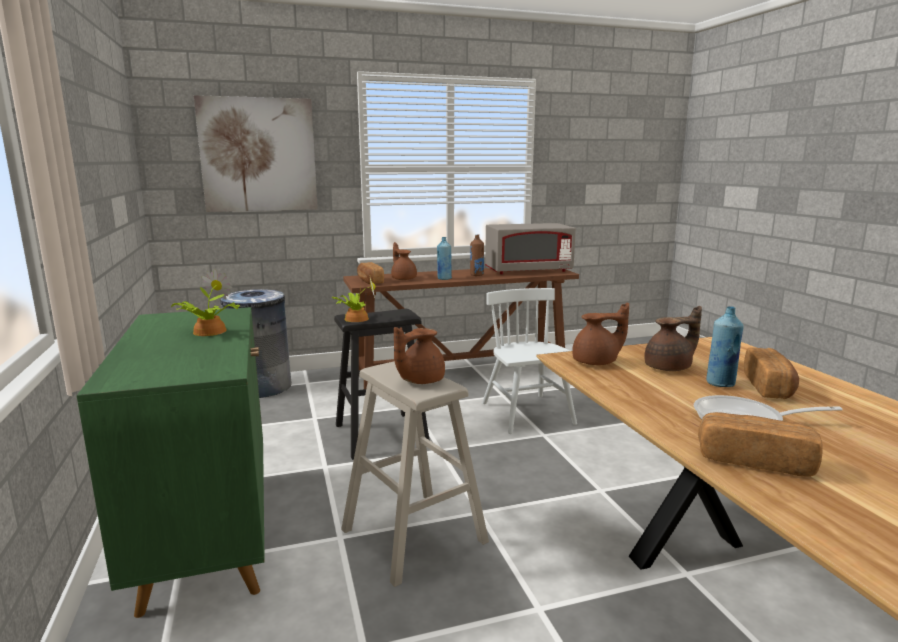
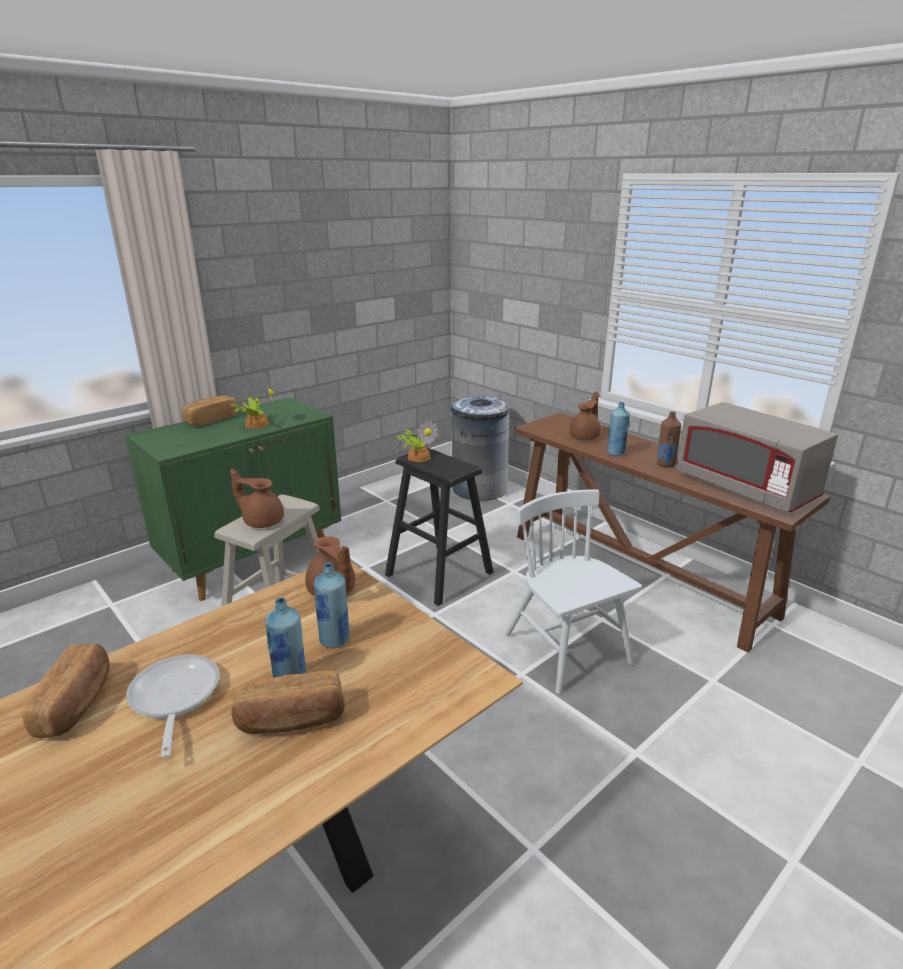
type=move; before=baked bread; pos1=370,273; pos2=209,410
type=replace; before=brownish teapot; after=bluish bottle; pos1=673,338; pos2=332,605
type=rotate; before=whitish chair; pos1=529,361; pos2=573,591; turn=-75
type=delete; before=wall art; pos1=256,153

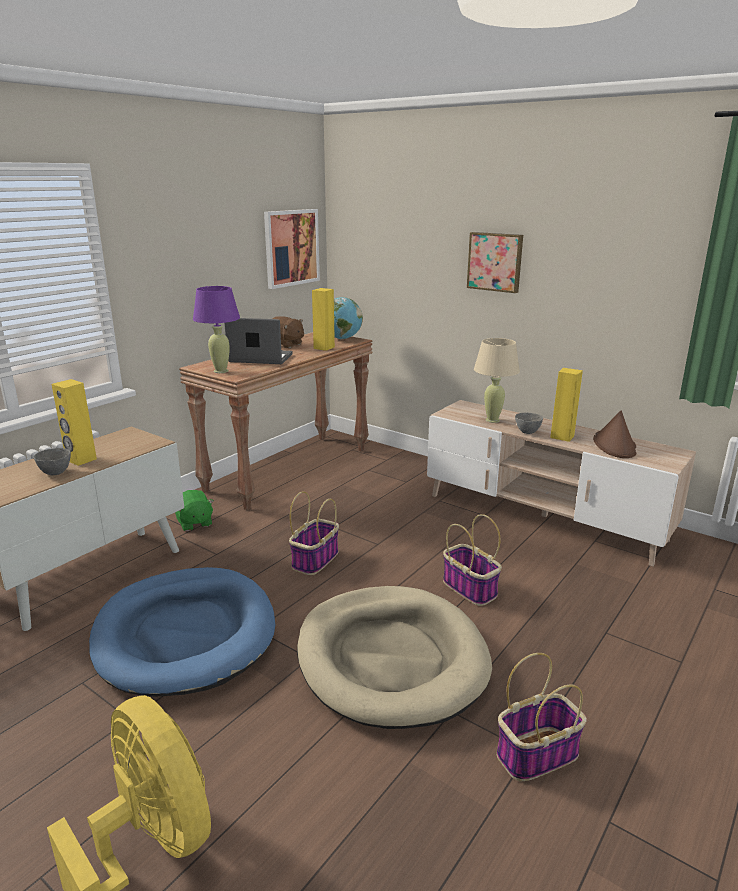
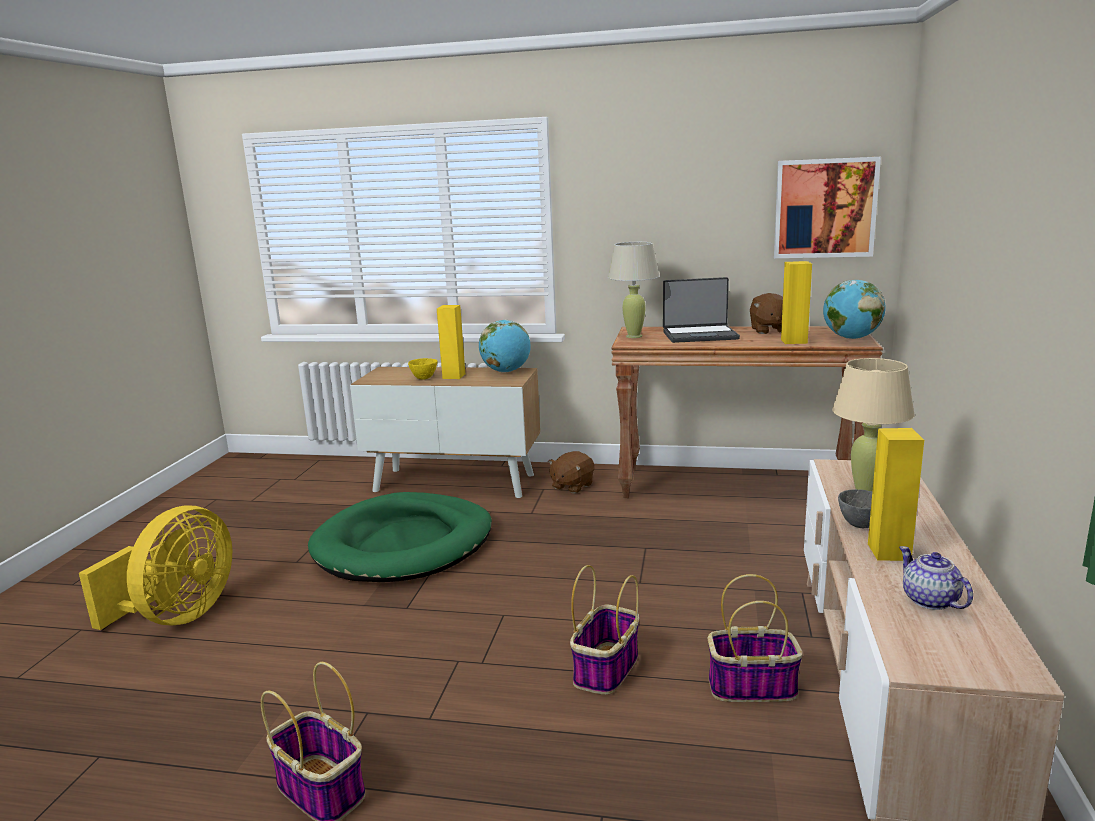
type=recolor; before=bluish dog cushion; after=green dog cushion; pos1=182,632; pos2=400,537
type=recolor; before=gray serving bowl; after=yellow serving bowl; pos1=52,461; pos2=422,369
type=insert; after=desk globe; pos2=505,346
type=recolor; before=green plush toy; after=brownish plush toy; pos1=194,510; pos2=571,472
type=recolor; before=purple lamp for a table; after=sand-coloured lamp for a table; pos1=216,329; pos2=633,290
type=rotate; before=notebook computer; pos1=258,341; pos2=701,310; turn=105
type=move; before=household basket; pos1=314,533; pos2=755,638
type=replace; before=brownish hat; after=teapot; pos1=615,434; pos2=936,578
type=delete; before=sand-coloured dog cushion; pos1=394,657
type=delete; before=wall art; pos1=495,262

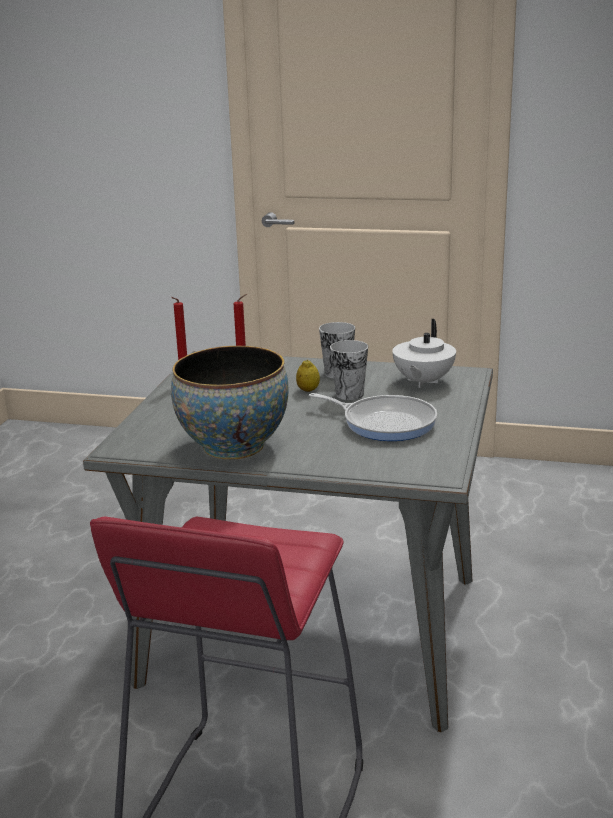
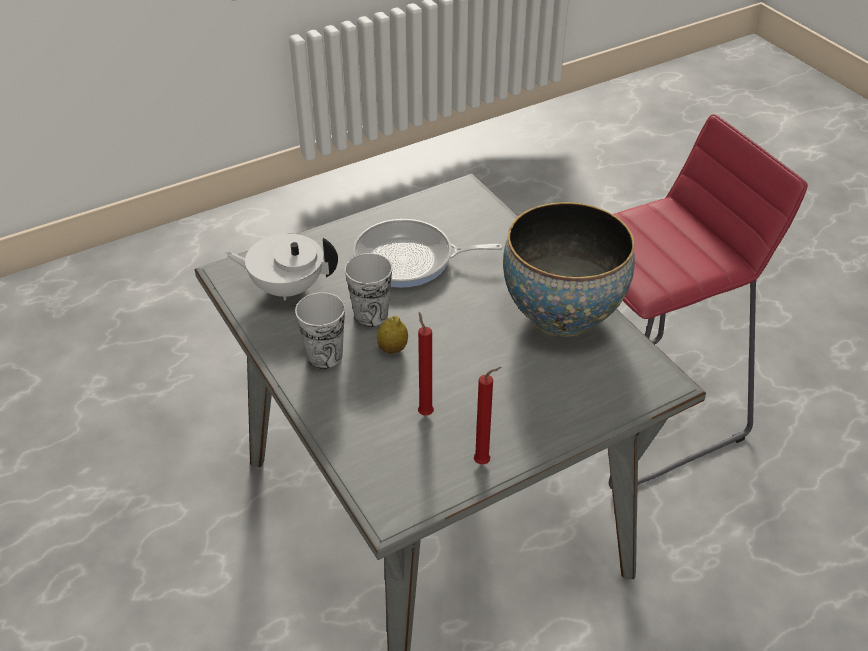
type=rotate; before=whitish teapot; pos1=424,353; pos2=281,267; turn=-150
type=rotate; before=pan; pos1=373,417; pos2=427,253; turn=-75

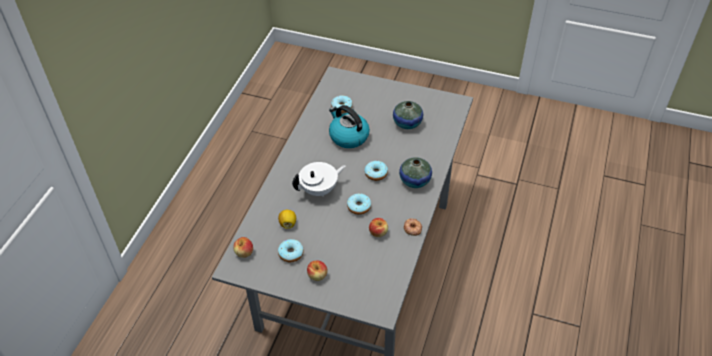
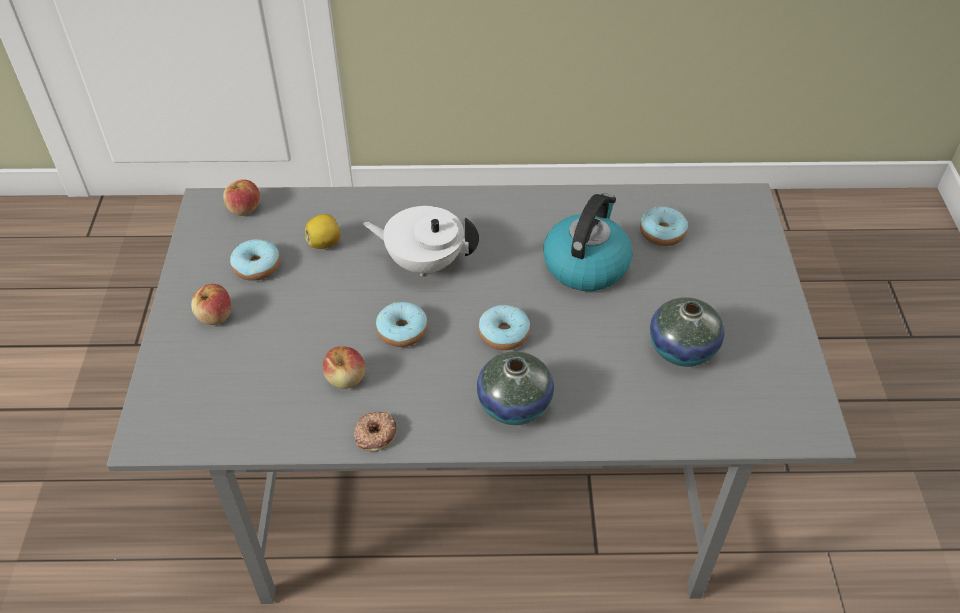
type=rotate; before=whitish teapot; pos1=319,179; pos2=421,241; turn=150

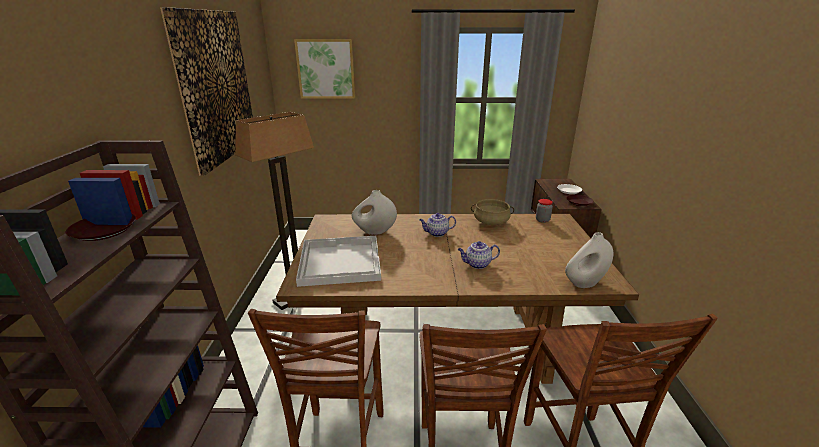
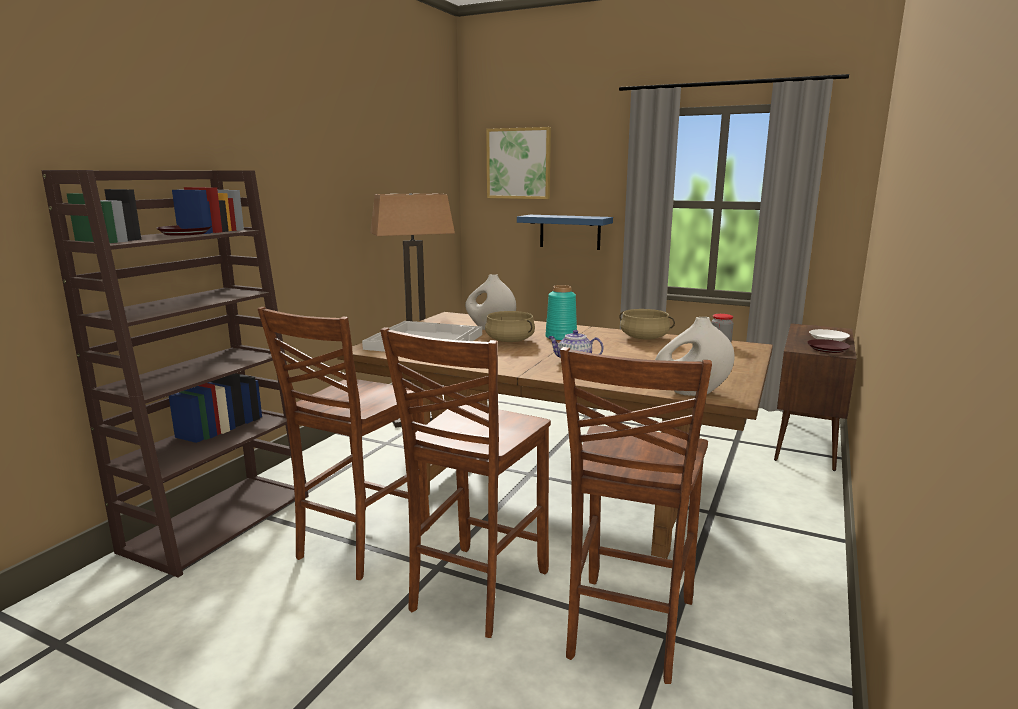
type=insert; after=sand-coloured stockpot; pos2=510,326
type=insert; after=bluish wall shelf; pos2=565,232
type=replace; before=teapot; after=turquoise decorative vase; pos1=437,225; pos2=561,313
type=delete; before=wall art; pos1=206,91

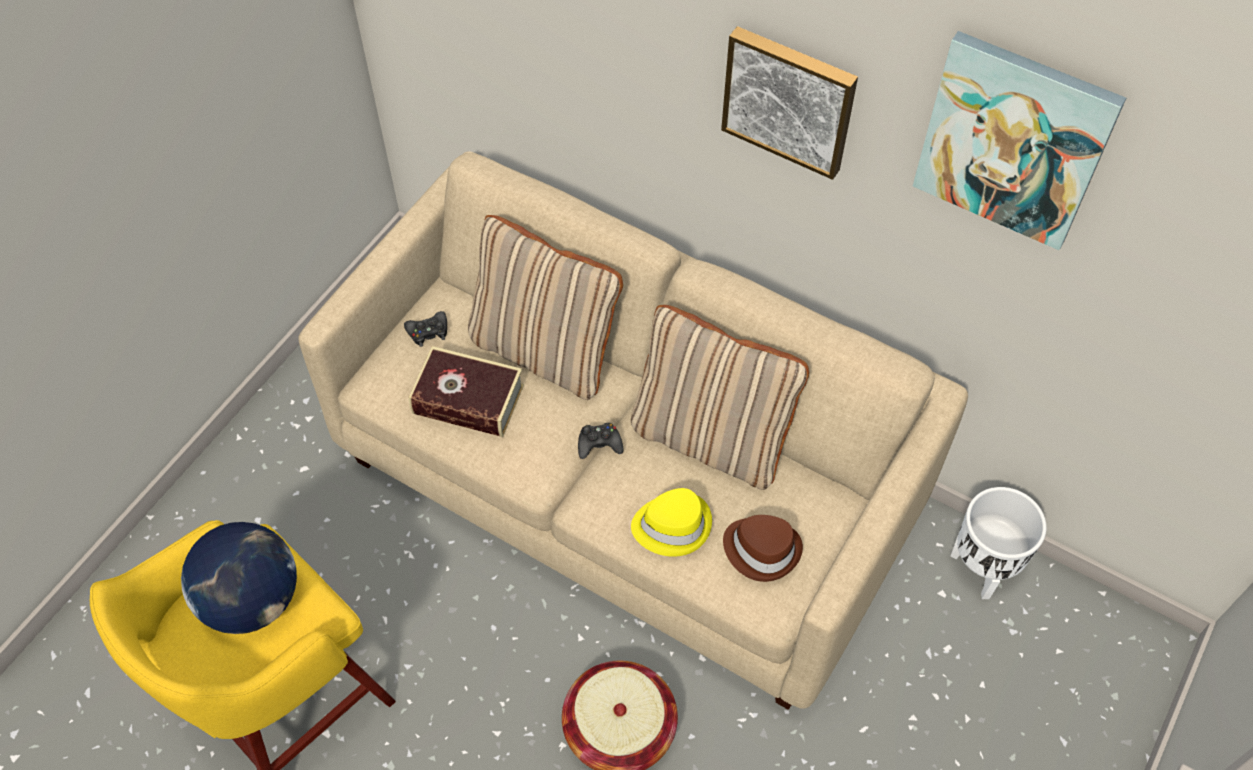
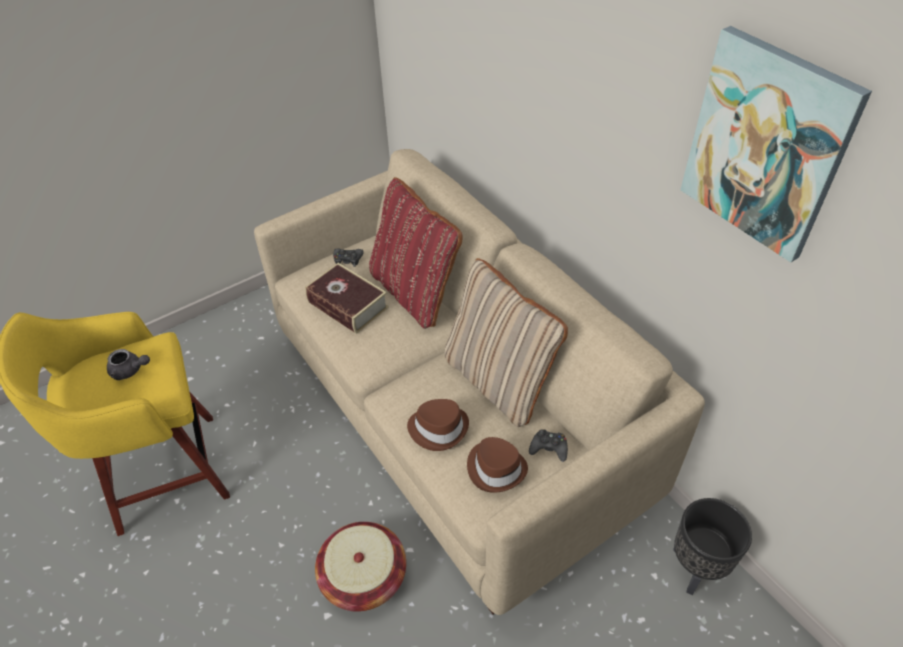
type=replace; before=desk globe; after=gray teapot; pos1=239,578; pos2=128,364
type=recolor; before=sand-coloured cushion; after=red cushion; pos1=545,307; pos2=415,253
type=recolor; before=yellow hat; after=brownish hat; pos1=671,522; pos2=438,425
type=move; before=black gamepad; pos1=601,441; pos2=548,445
type=recolor; before=whitish planter; after=black planter; pos1=998,543; pos2=712,546
type=delete; before=wall art; pos1=789,103

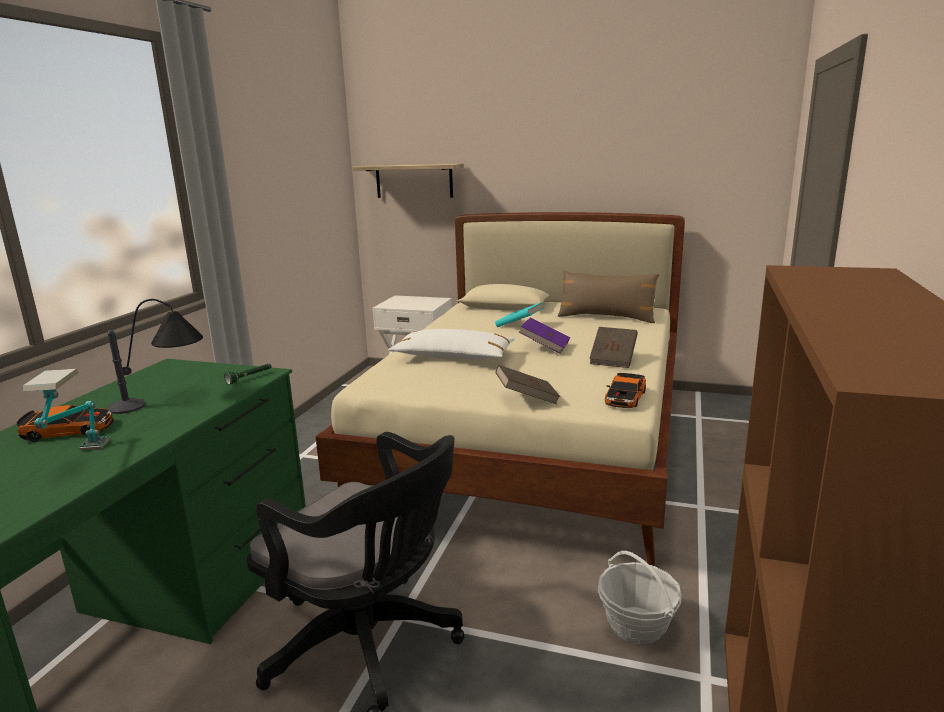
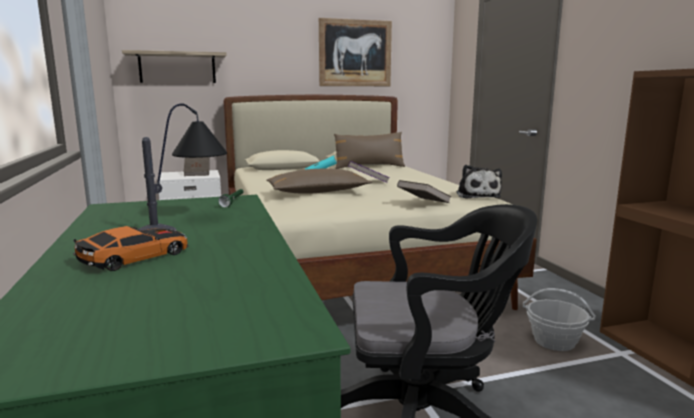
type=move; before=brownish volume; pos1=613,347; pos2=196,166
type=recolor; before=whitish cushion; after=brownish cushion; pos1=451,344; pos2=319,181
type=insert; after=wall art; pos2=355,52
type=replace; before=toy car; after=plush toy; pos1=625,390; pos2=479,182
type=delete; before=lamp for a table; pos1=66,409

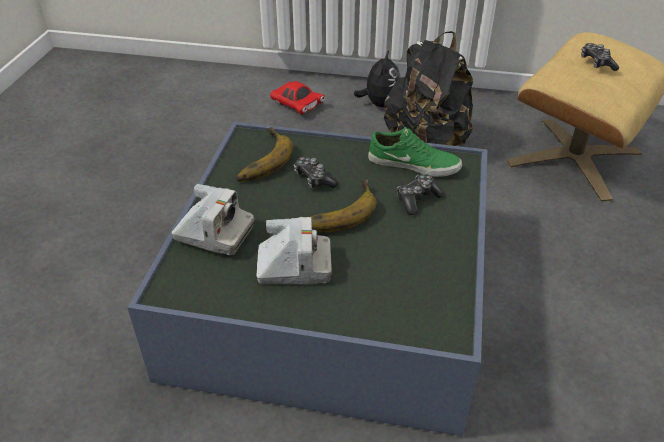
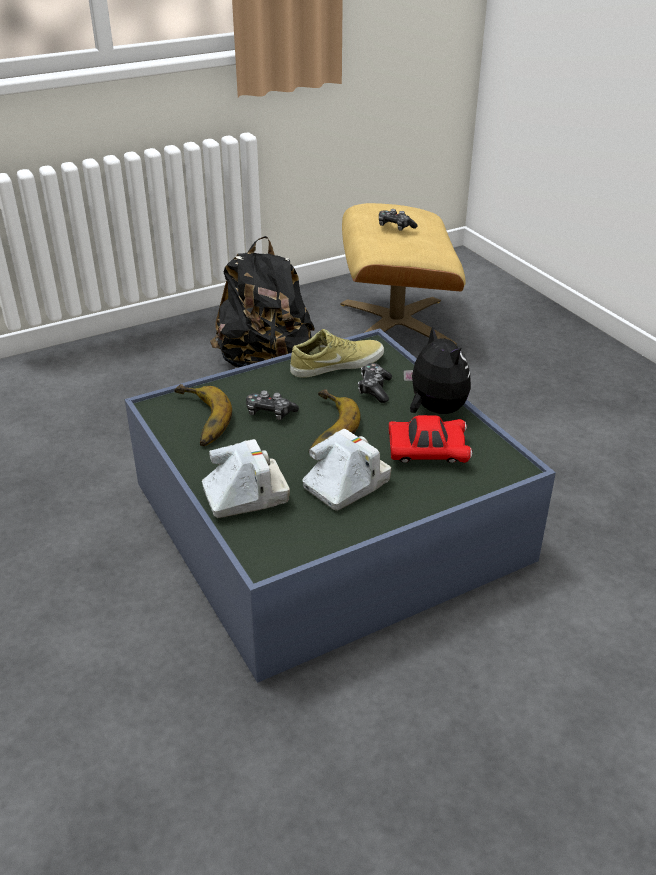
type=recolor; before=green shoe; after=sand-coloured shoe; pos1=415,152; pos2=337,353
type=move; before=red toy car; pos1=297,98; pos2=431,439
type=move; before=plush toy; pos1=377,78; pos2=437,370

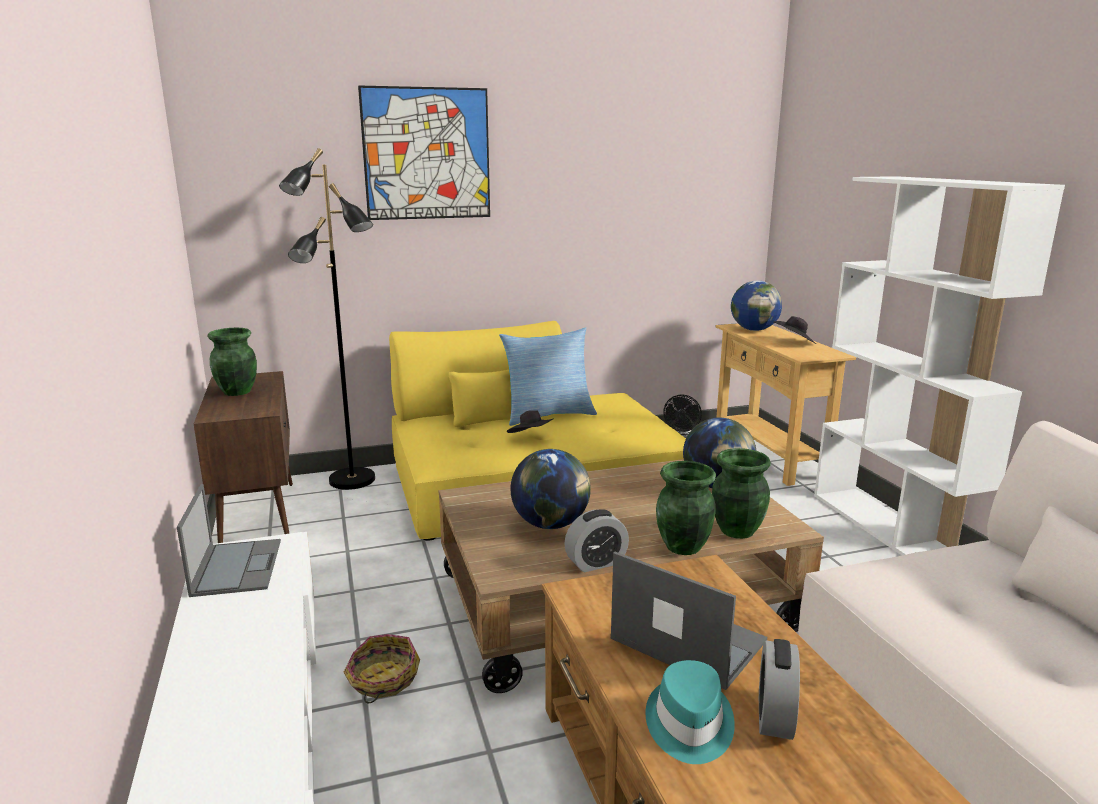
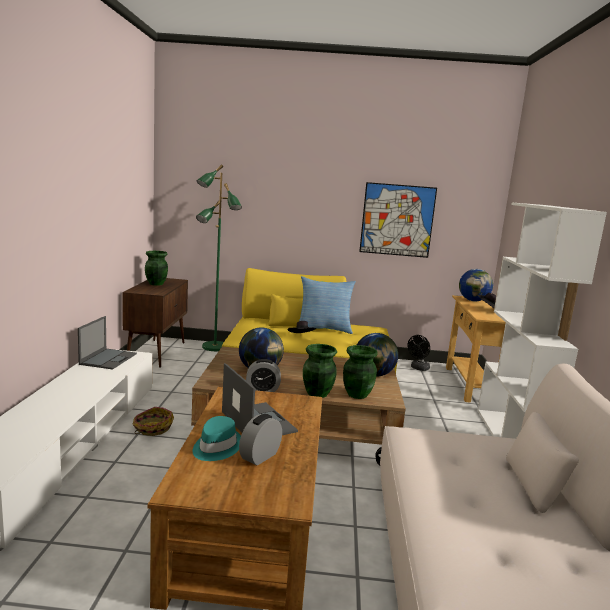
type=recolor; before=black standard lamp; after=green standard lamp; pos1=327,319; pos2=219,257
type=move; before=wall art; pos1=424,152; pos2=398,220

